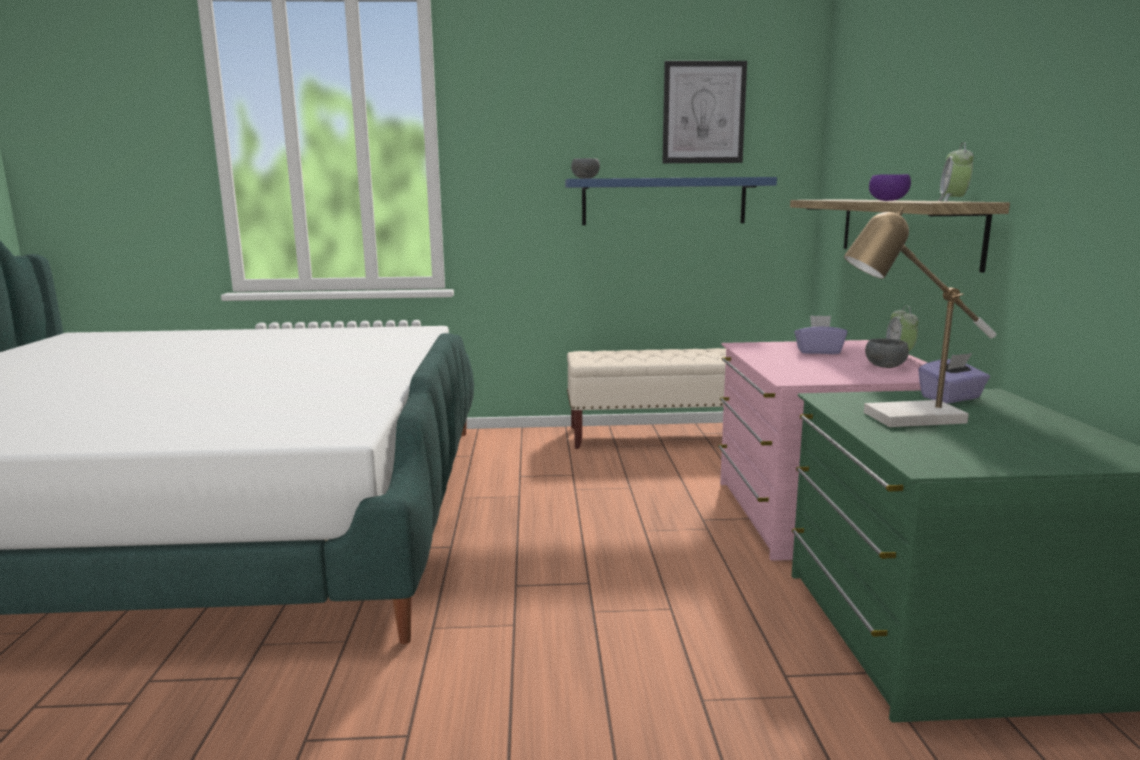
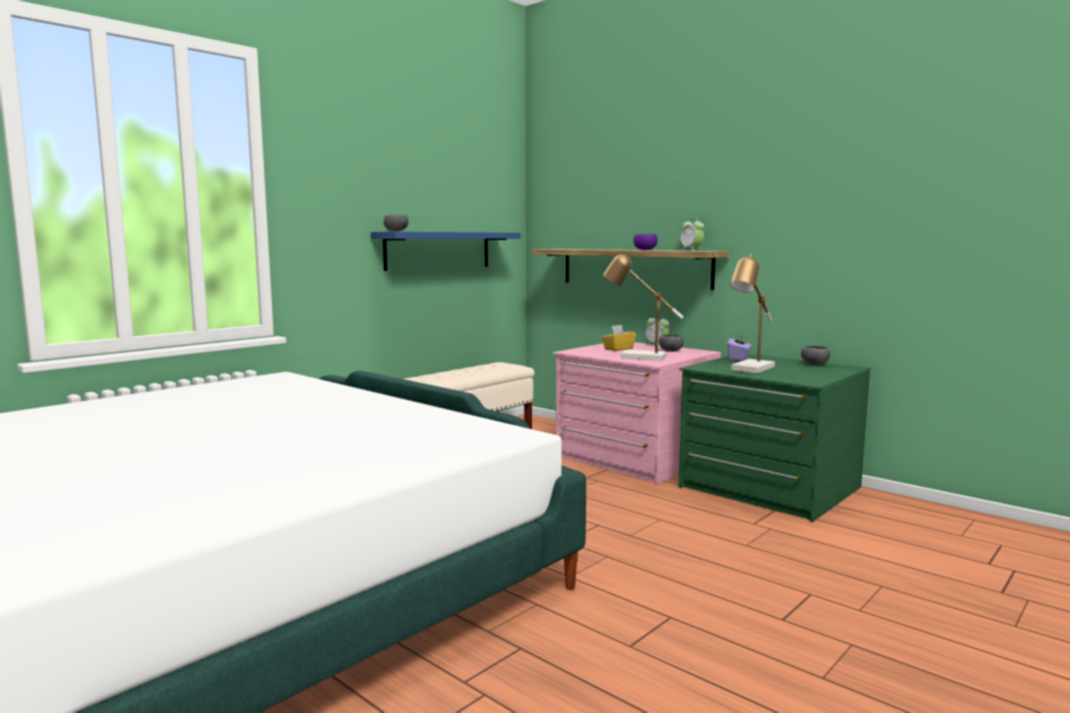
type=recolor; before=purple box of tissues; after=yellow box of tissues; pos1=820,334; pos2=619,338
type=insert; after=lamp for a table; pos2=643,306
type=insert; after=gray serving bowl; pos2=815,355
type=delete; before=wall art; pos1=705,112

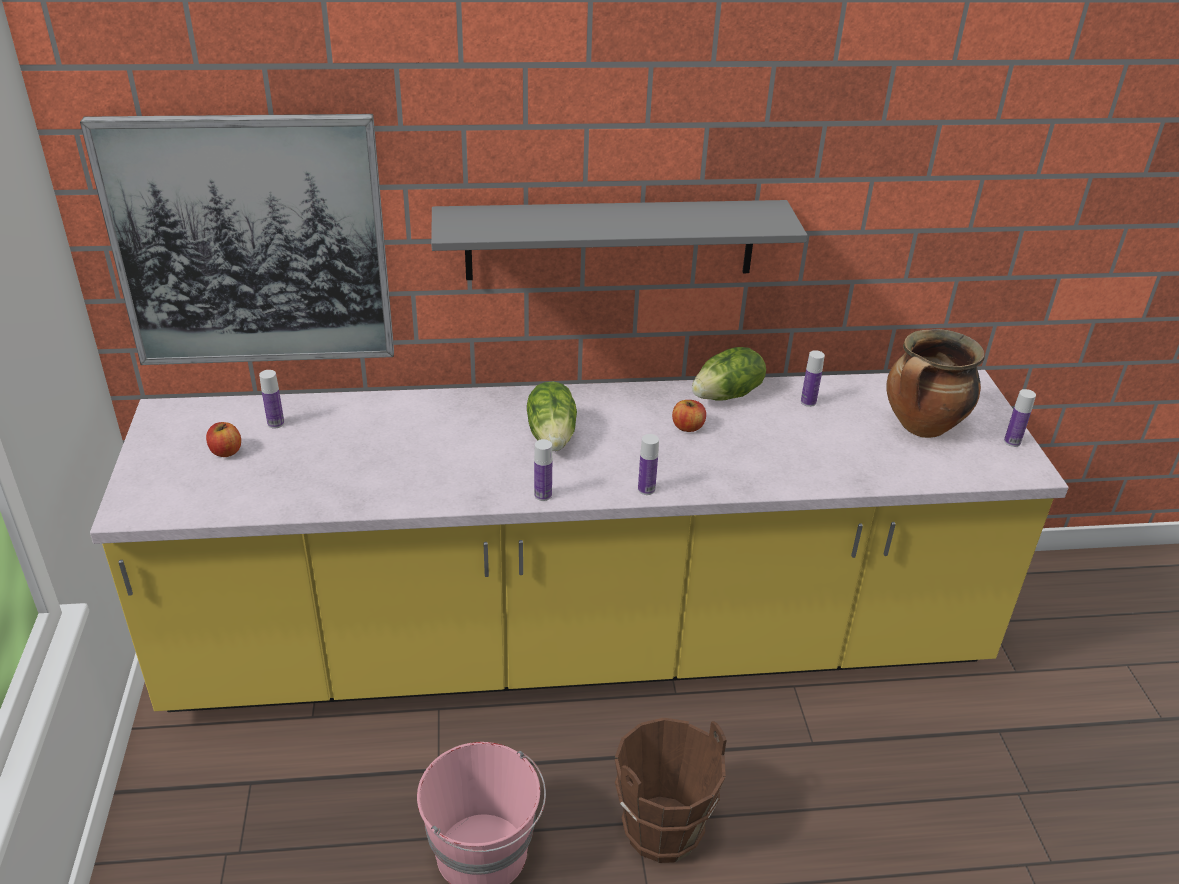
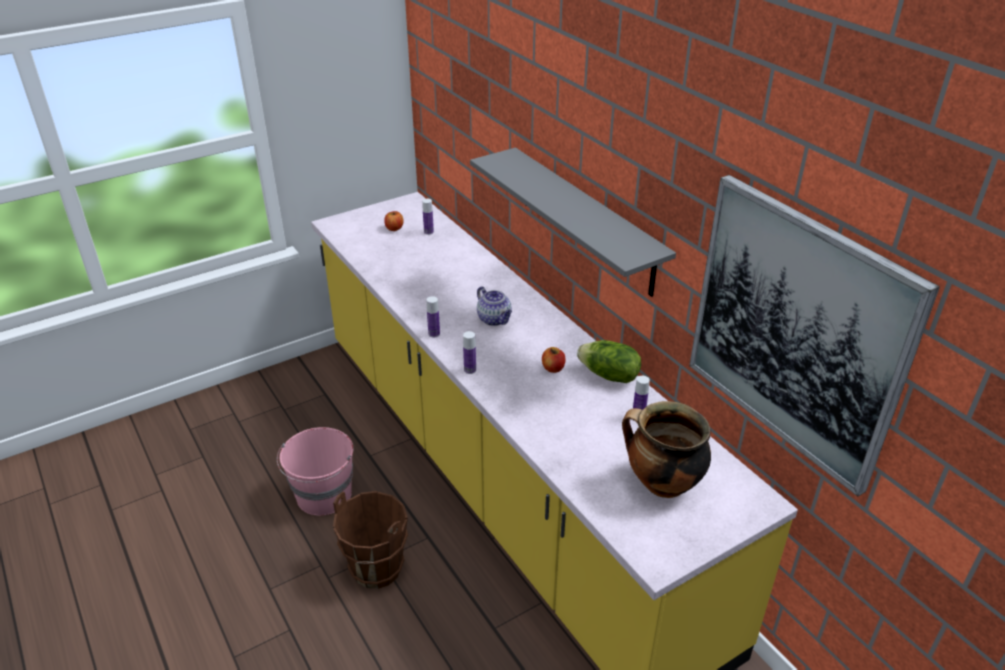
type=replace; before=lettuce head; after=teapot; pos1=552,416; pos2=494,306
type=move; before=wall art; pos1=237,239; pos2=814,335
type=delete; before=bottle; pos1=1020,418

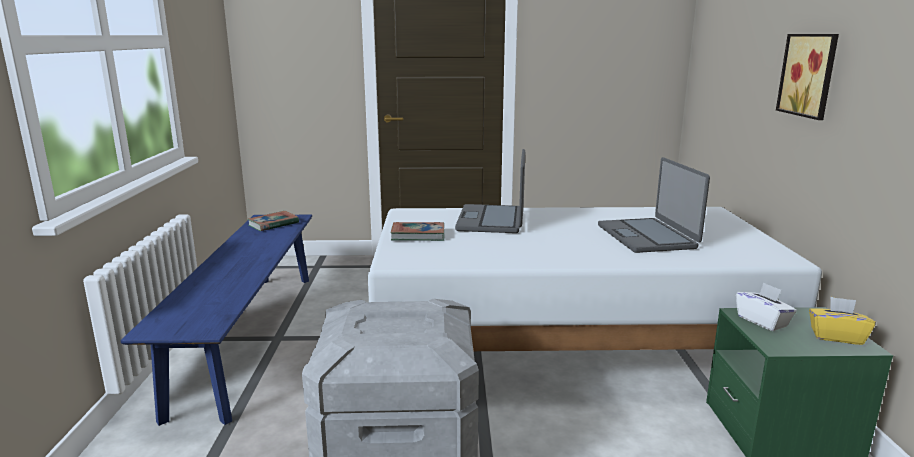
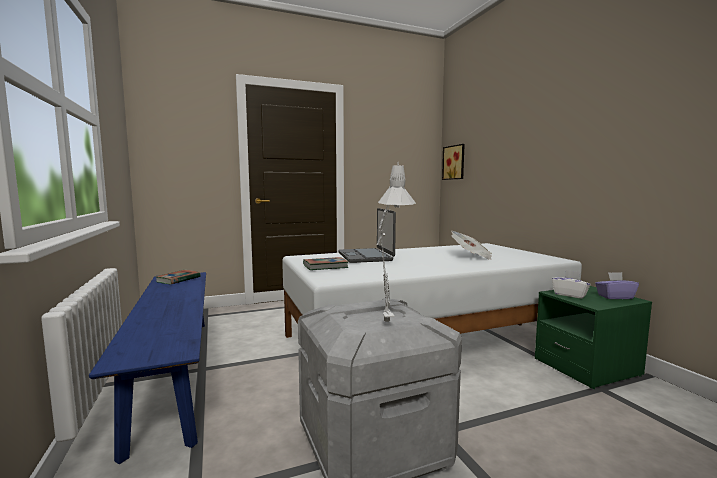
type=insert; after=gray lamp for a table; pos2=396,243
type=move; before=wall art; pos1=807,77; pos2=453,162
type=replace; before=notebook computer; after=newspaper; pos1=654,205; pos2=471,245
type=recolor; before=yellow box of tissues; after=purple box of tissues; pos1=842,321; pos2=617,285

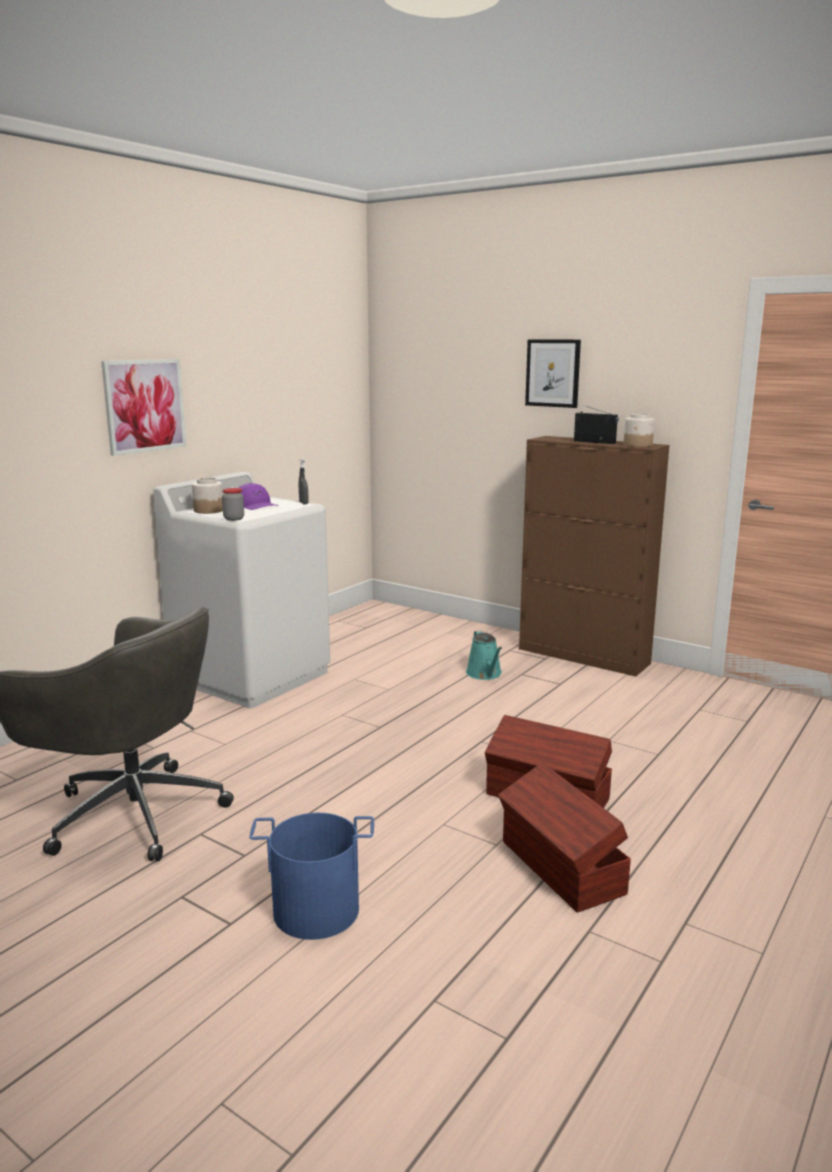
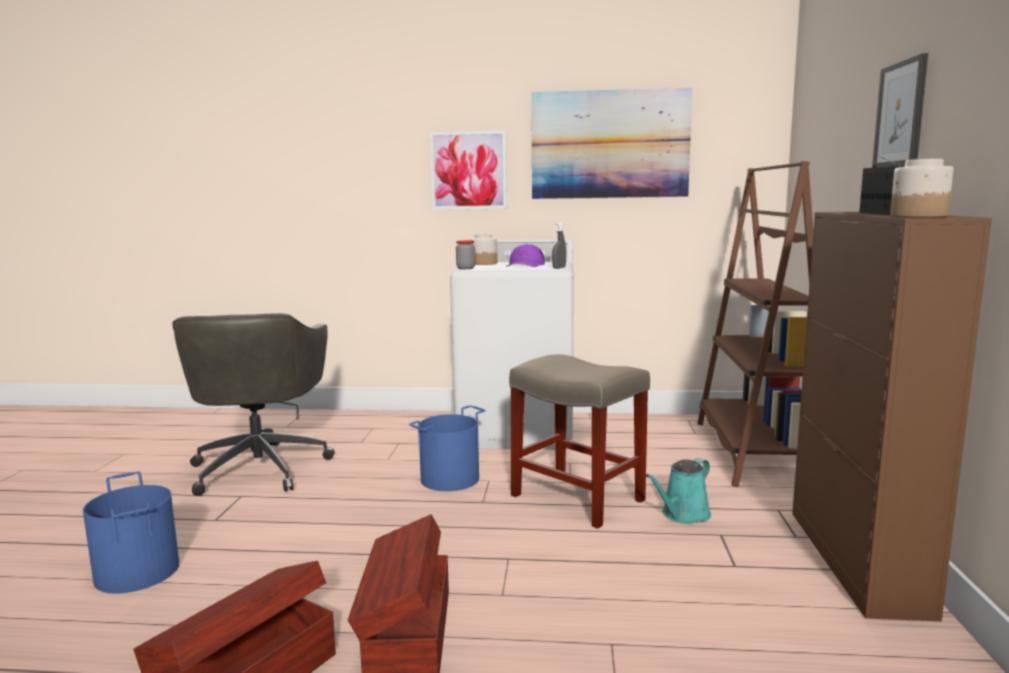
type=insert; after=bluish water bucket; pos2=447,448
type=insert; after=sand-coloured stool seat; pos2=579,441
type=insert; after=wall art; pos2=611,143
type=insert; after=brownish bookcase; pos2=755,324

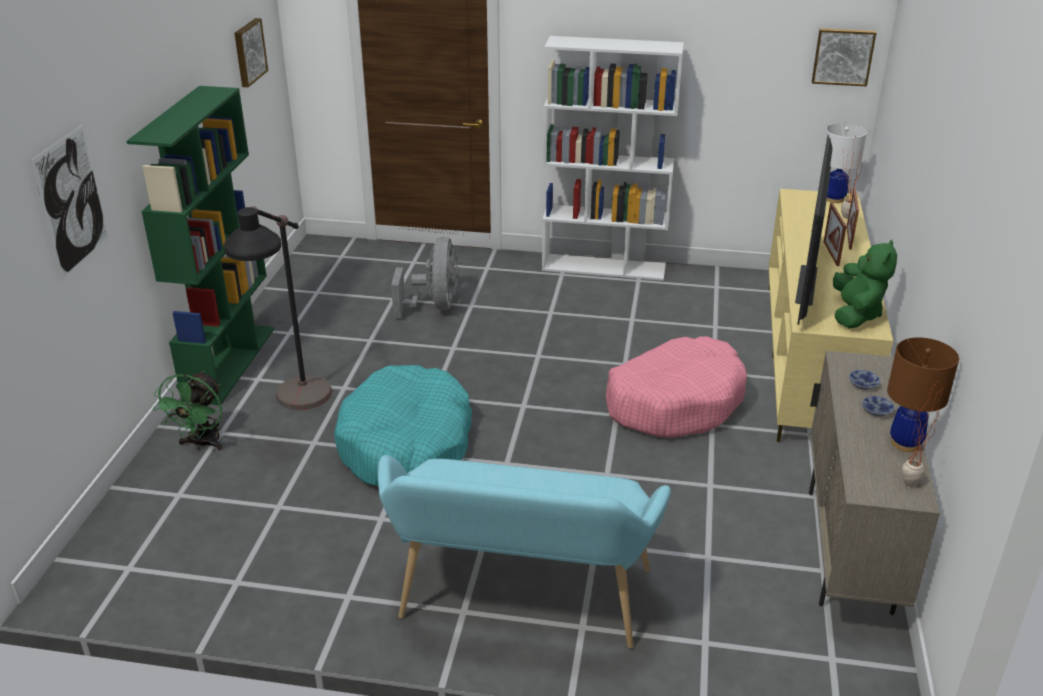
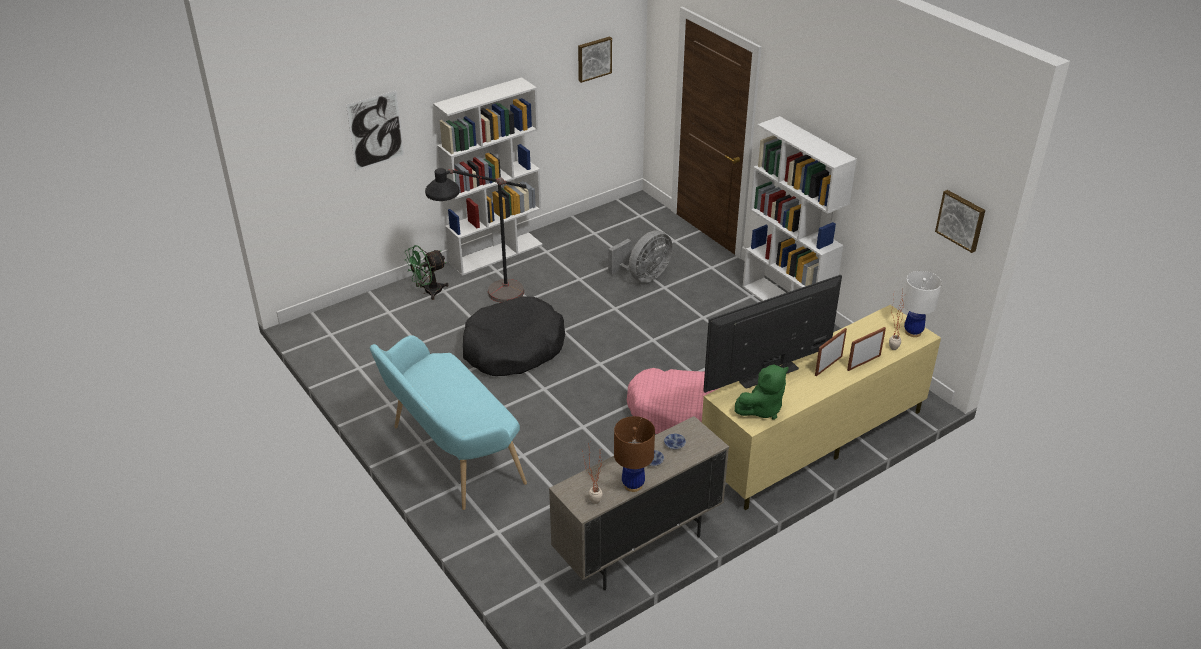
type=recolor; before=green bookcase; after=whitish bookcase; pos1=200,245; pos2=488,176
type=recolor; before=turquoise dog cushion; after=black dog cushion; pos1=403,425; pos2=514,336

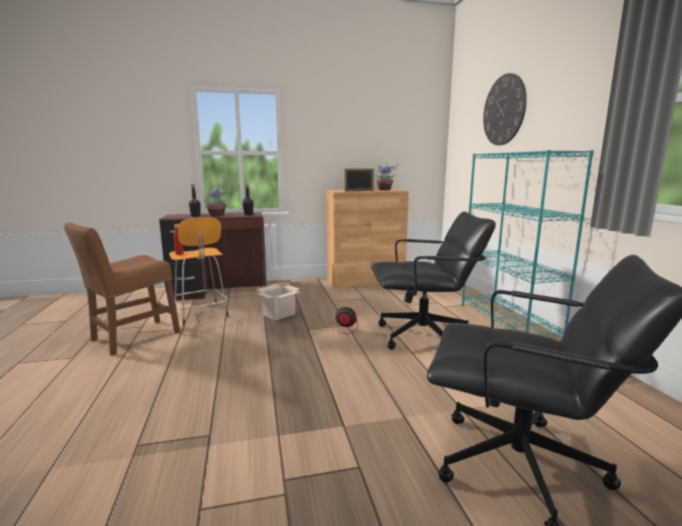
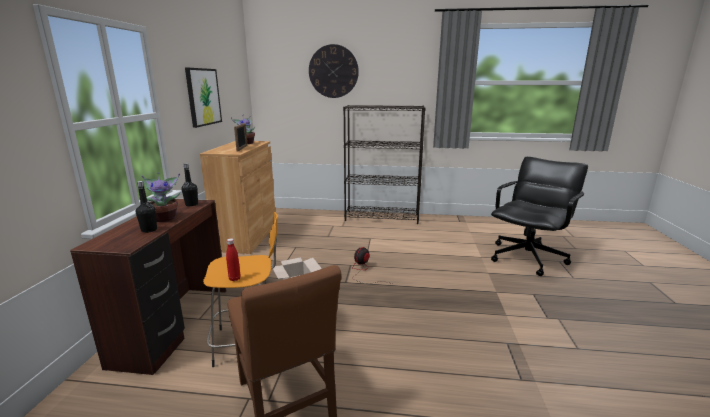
type=insert; after=wall art; pos2=203,98
type=recolor; before=turquoise bookcase; after=black bookcase; pos1=528,243; pos2=384,164
type=delete; before=black desk chair; pos1=433,280

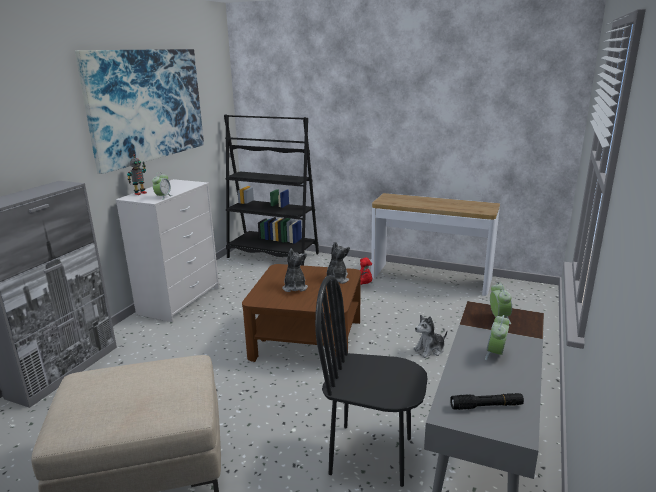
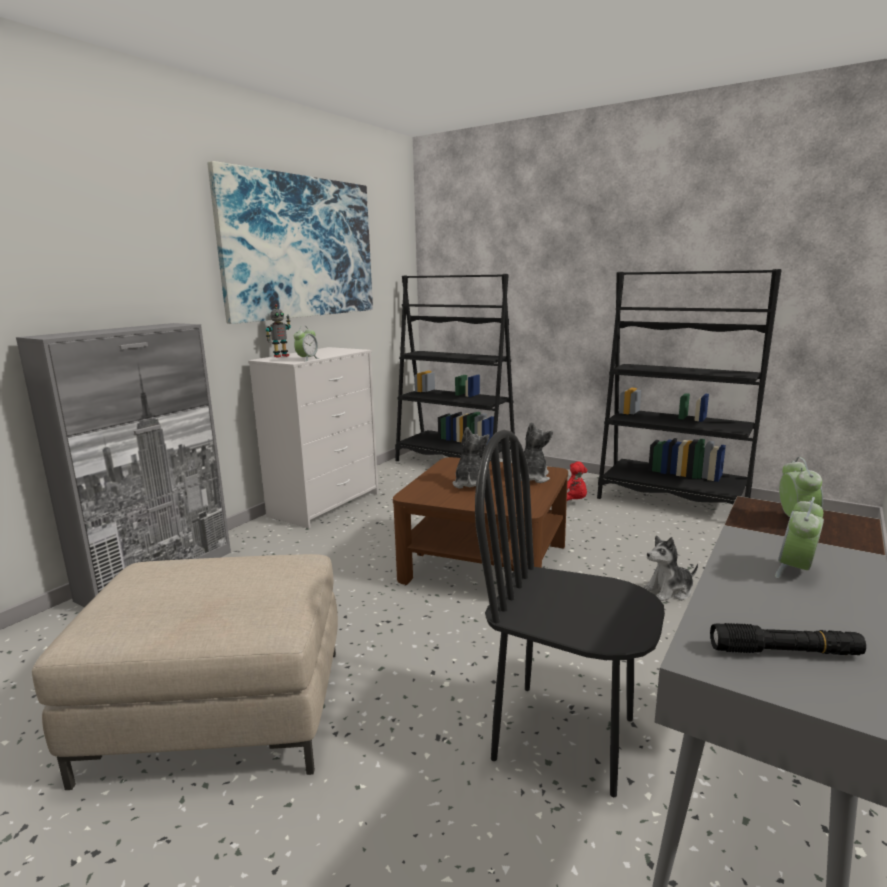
type=replace; before=console table; after=black bookcase; pos1=435,244; pos2=689,386

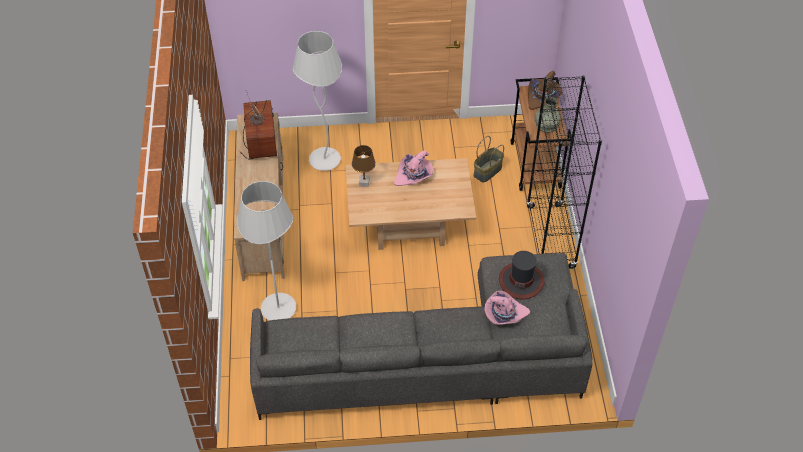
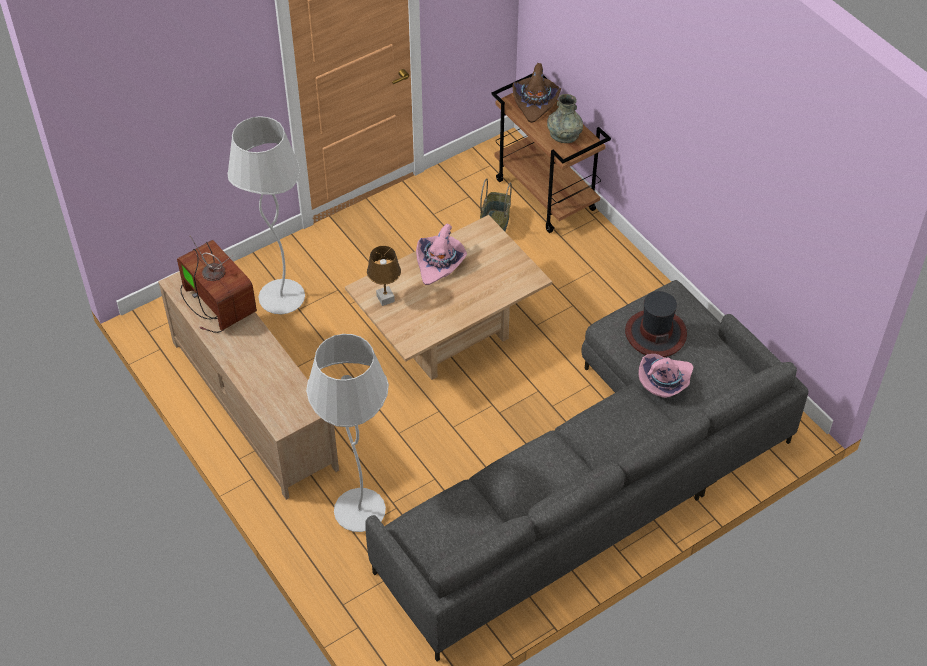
type=delete; before=black bookcase; pos1=564,172

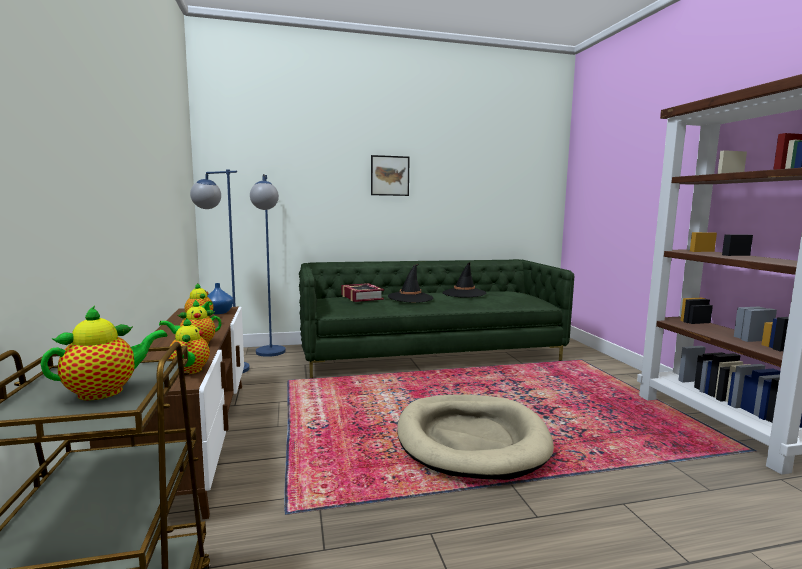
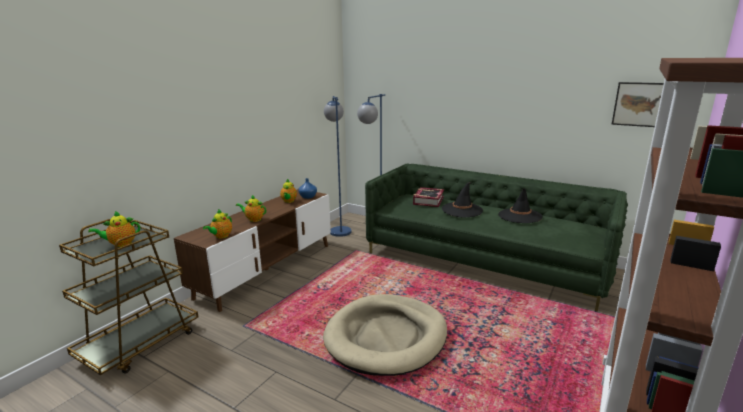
type=rotate; before=teapot; pos1=103,353; pos2=114,229; turn=150
type=move; before=wall art; pos1=390,175; pos2=638,104

